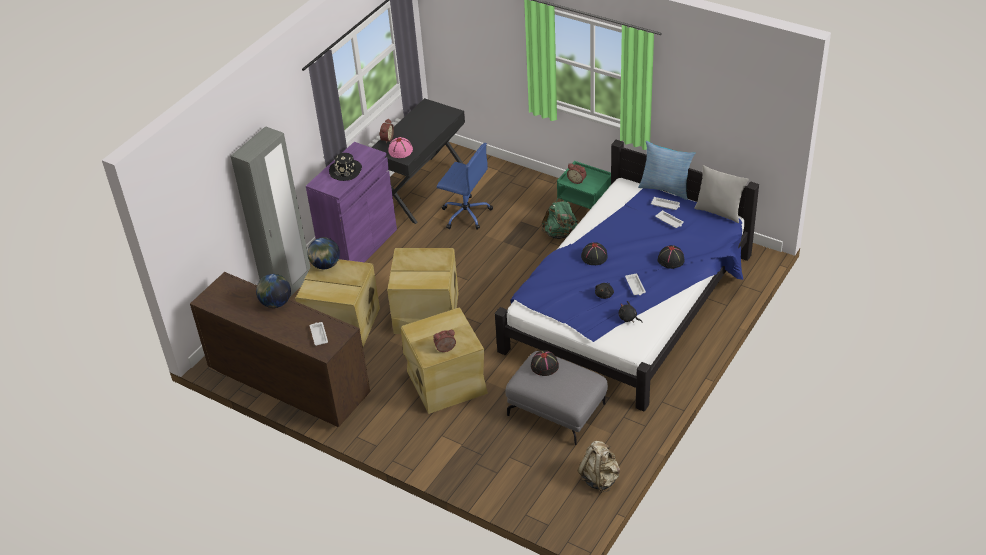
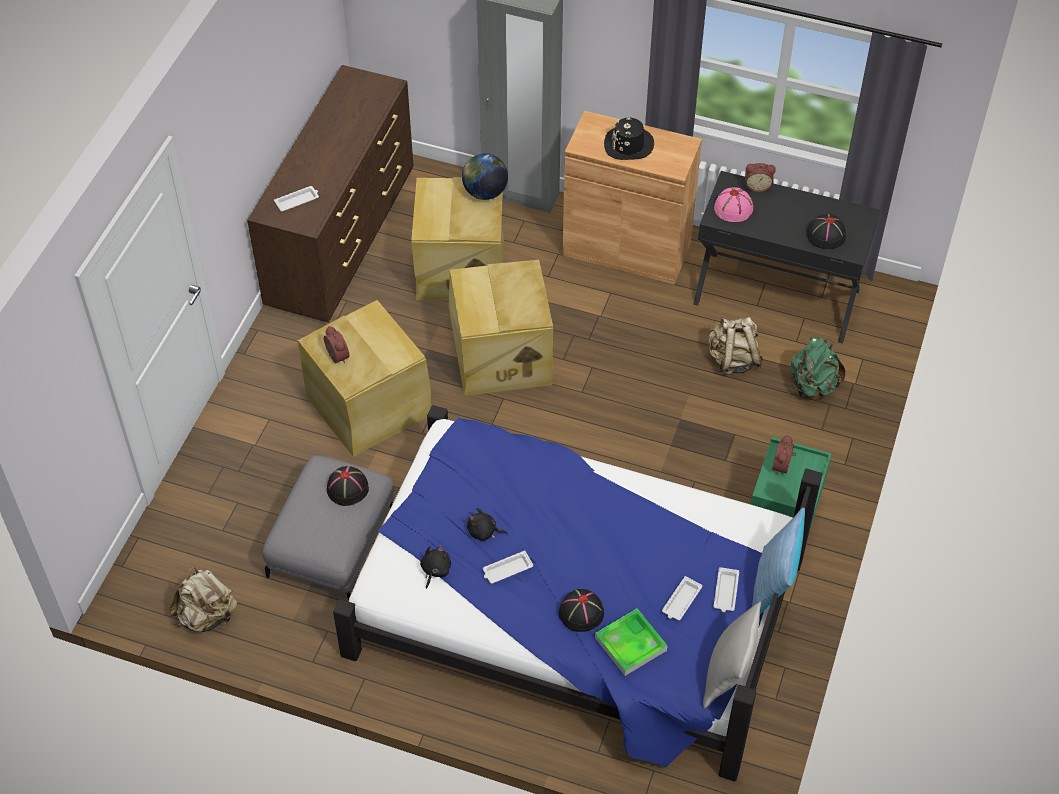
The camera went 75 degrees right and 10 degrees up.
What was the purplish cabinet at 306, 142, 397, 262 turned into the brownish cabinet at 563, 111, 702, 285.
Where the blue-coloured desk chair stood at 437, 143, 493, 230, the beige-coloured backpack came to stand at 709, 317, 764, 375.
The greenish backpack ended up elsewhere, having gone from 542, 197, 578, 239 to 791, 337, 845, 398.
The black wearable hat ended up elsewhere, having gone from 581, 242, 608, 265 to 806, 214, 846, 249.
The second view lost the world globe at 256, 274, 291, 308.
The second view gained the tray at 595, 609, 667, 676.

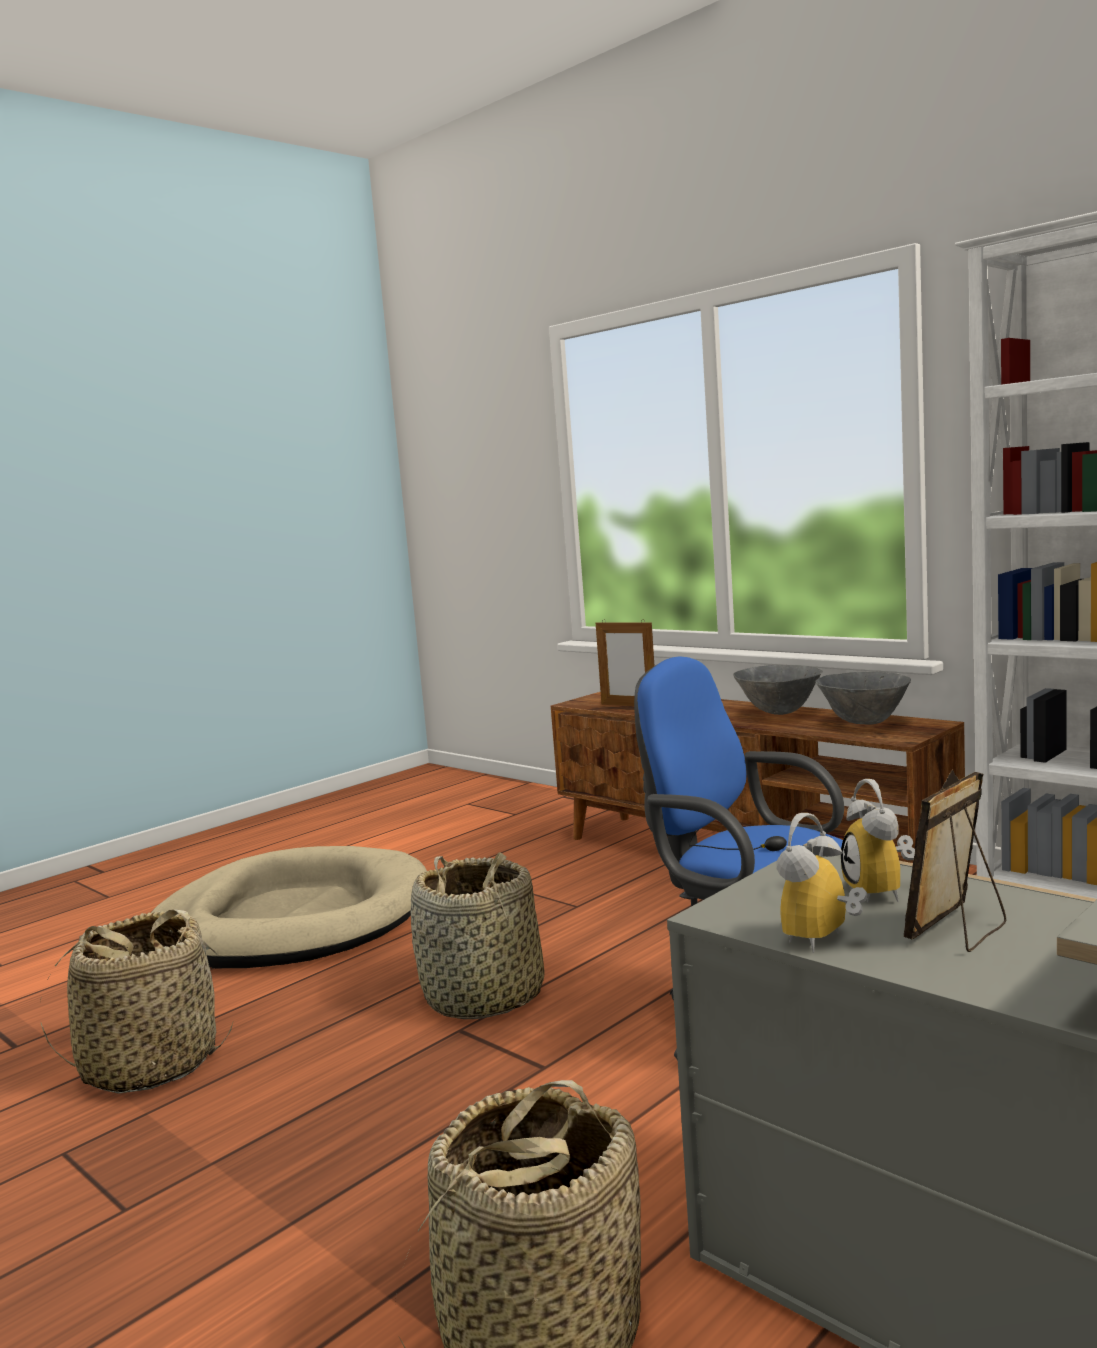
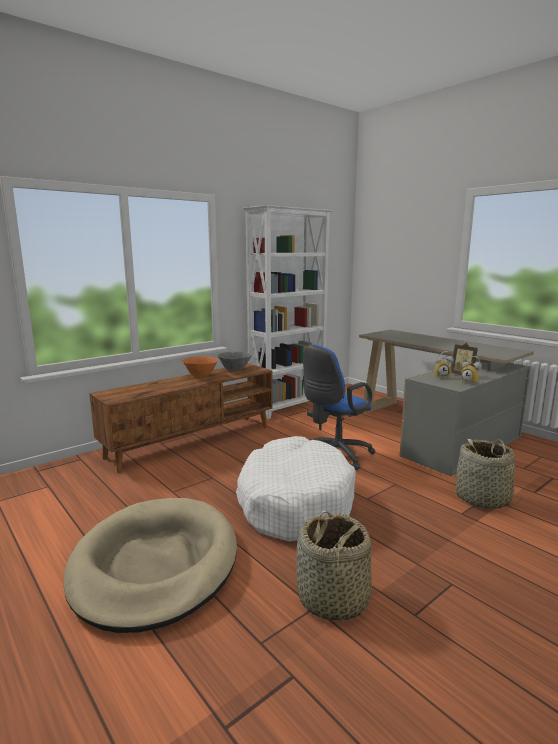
The camera went 85 degrees left and 5 degrees up.
The second view lost the standing frame at 596, 620, 654, 706.
What was the greyish bowl at 733, 665, 823, 715 turned into the orange bowl at 182, 356, 218, 377.
Where the storage basket stood at 410, 852, 545, 1019, the white pet bed came to stand at 236, 436, 356, 542.

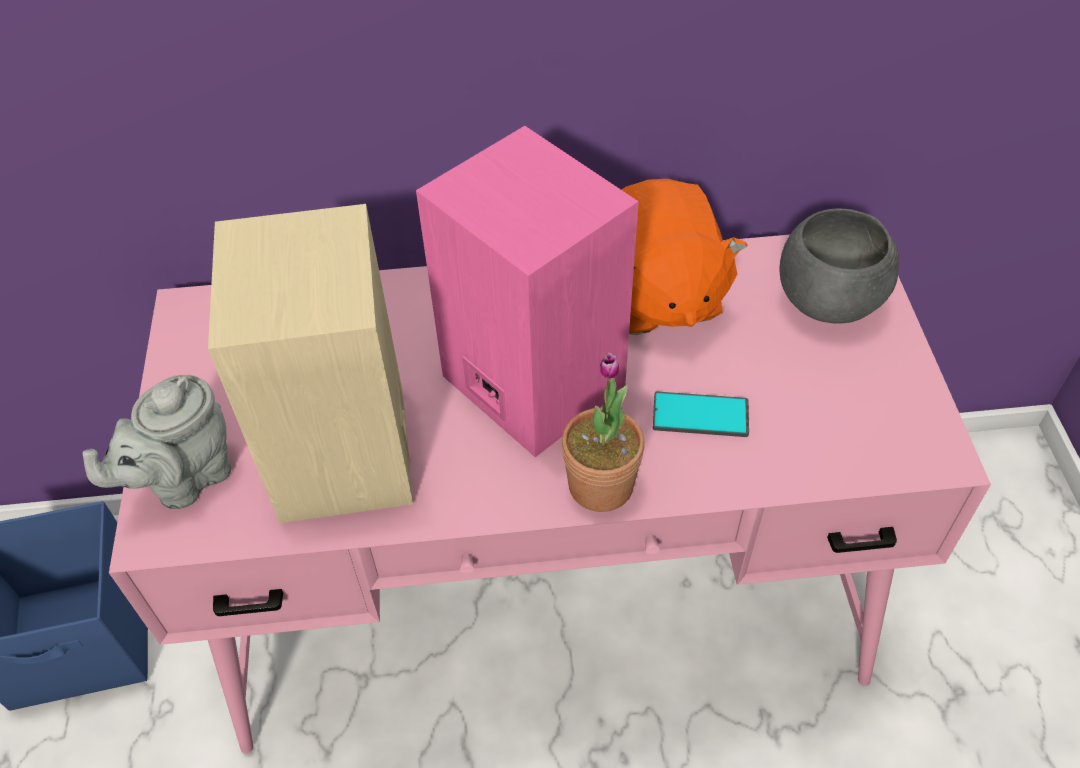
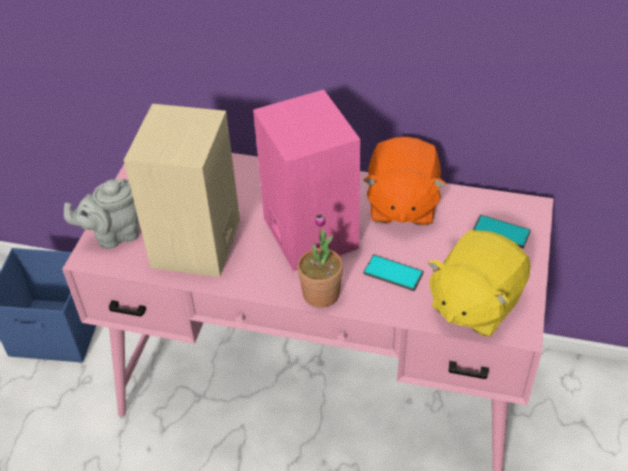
The camera went 20 degrees right and 5 degrees down.
Where the greyish bowl stood at 780, 208, 899, 324, the telephone came to stand at 473, 215, 531, 248.
The second view gained the yellowish cuddly toy at 427, 230, 530, 337.

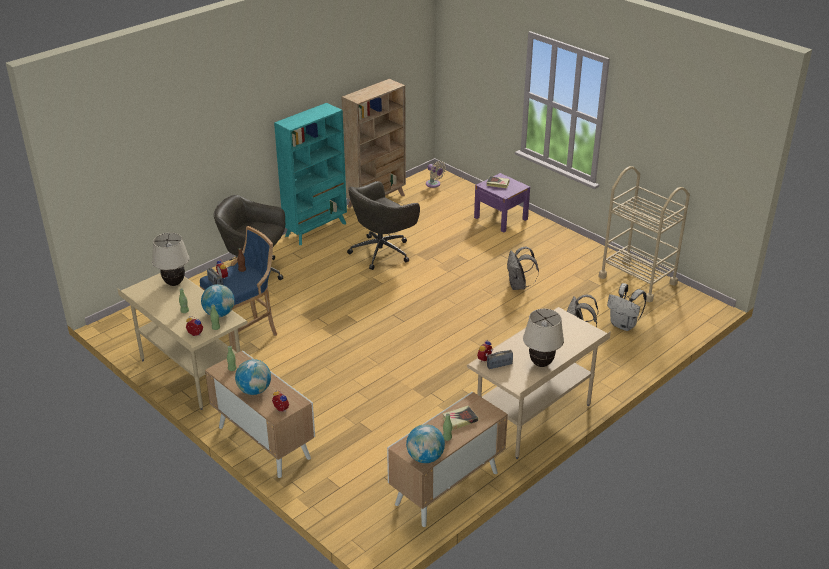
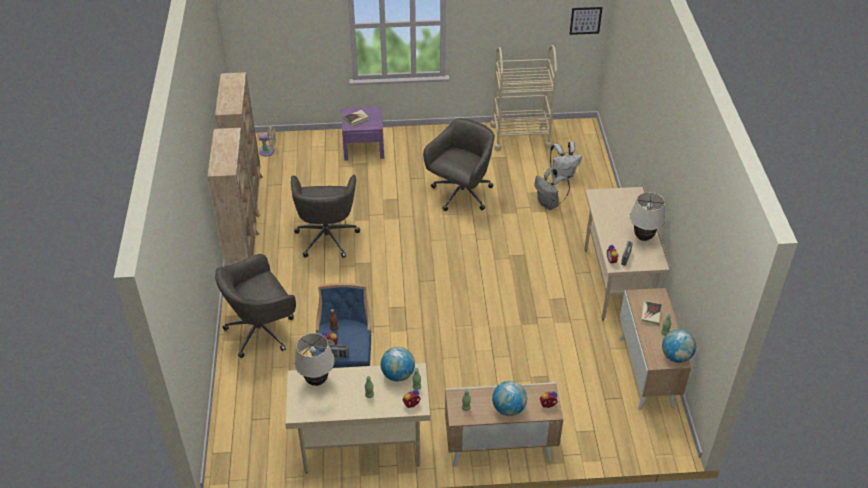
The camera went 50 degrees left and 10 degrees up.
What was the turquoise bookcase at 274, 103, 347, 245 turned into the beige-coloured bookcase at 207, 128, 259, 266.
Where the greyish backpack stood at 507, 247, 539, 290, the greyish desk chair came to stand at 423, 118, 495, 211.
The second view gained the wall art at 570, 7, 603, 35.

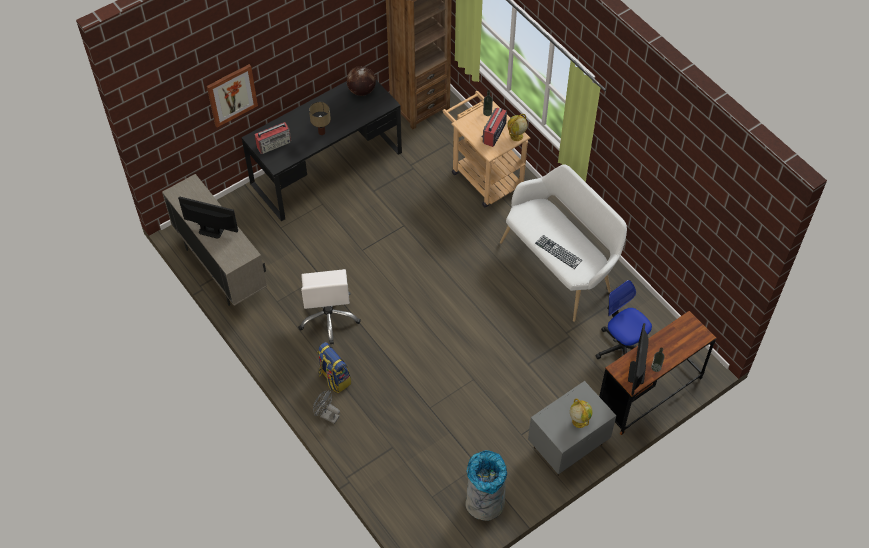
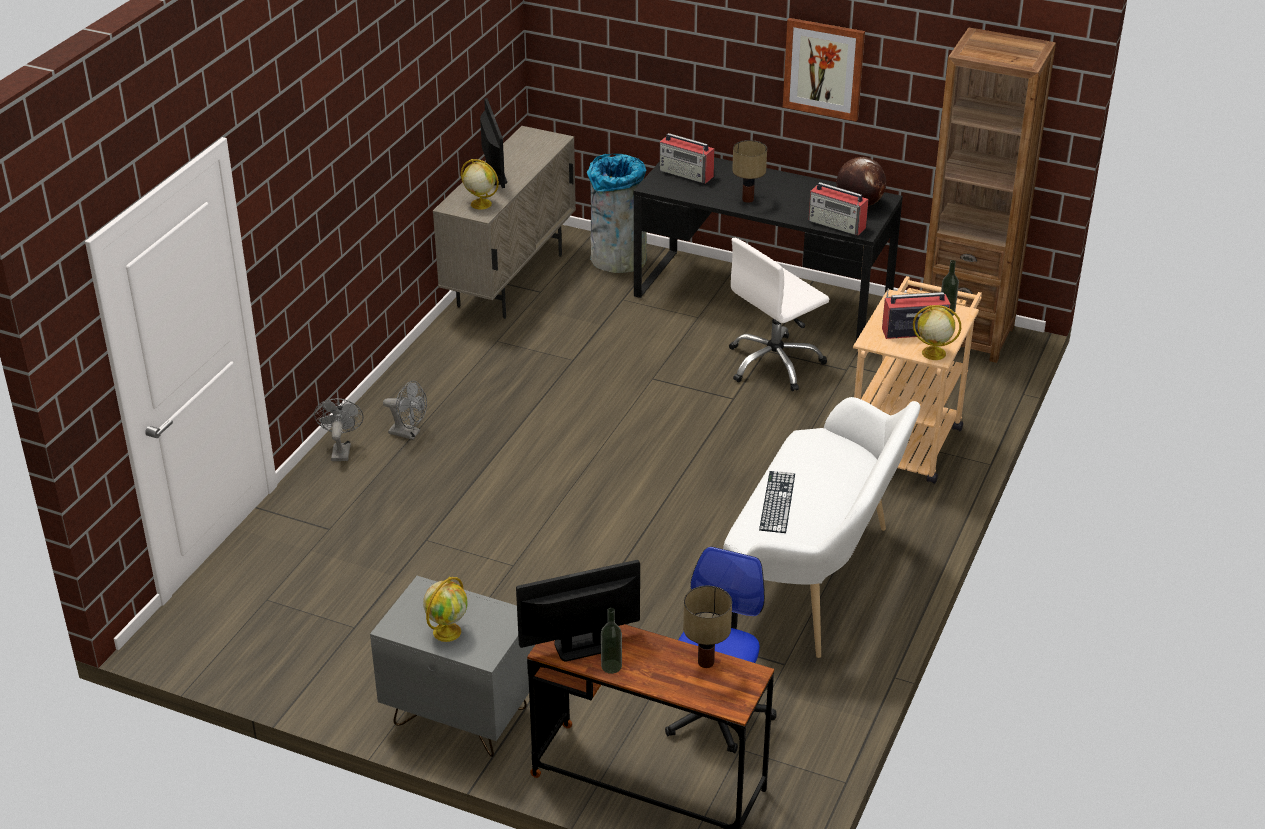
The camera went 60 degrees right and 20 degrees down.
The wall art ended up elsewhere, having gone from 207, 64, 258, 128 to 783, 18, 865, 121.
The white desk chair ended up elsewhere, having gone from 298, 269, 361, 344 to 729, 238, 829, 391.
Where the backpack stood at 317, 342, 351, 393, the greyish cooling fan came to stand at 383, 381, 427, 440.
The greyish rubbish bin ended up elsewhere, having gone from 465, 450, 507, 521 to 587, 154, 647, 273.
The second view gained the world globe at 461, 159, 499, 210.
The second view gained the radio receiver at 808, 182, 869, 235.
The second view gained the table lamp at 683, 586, 732, 668.

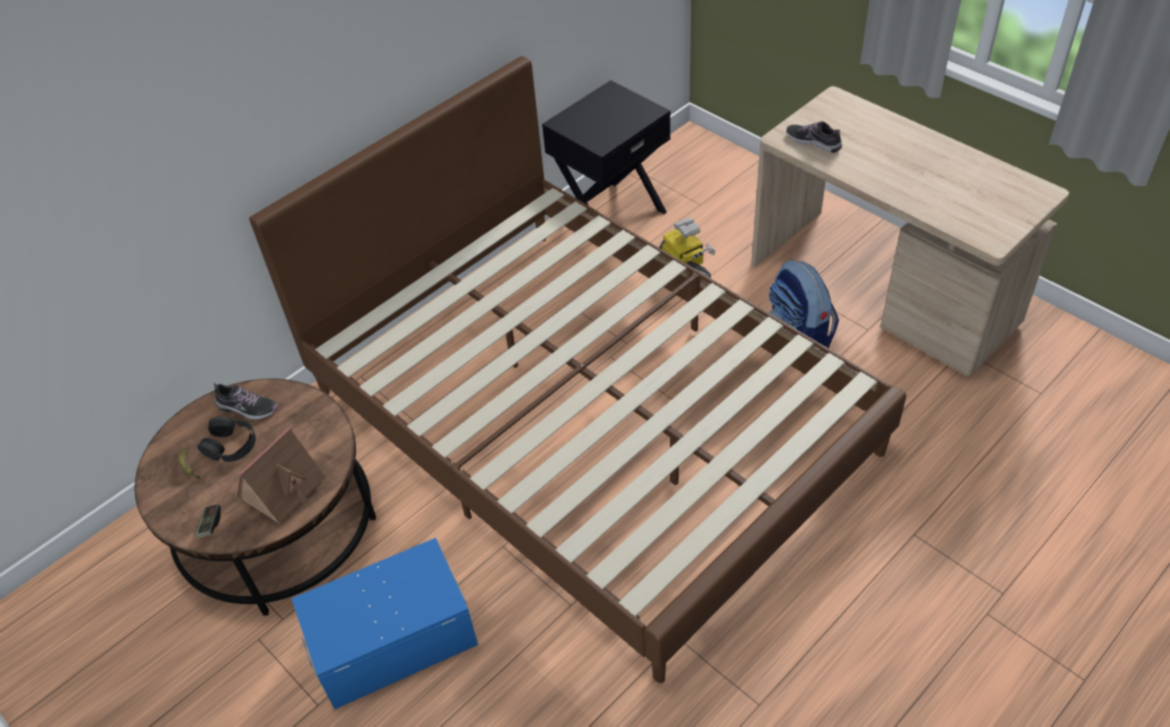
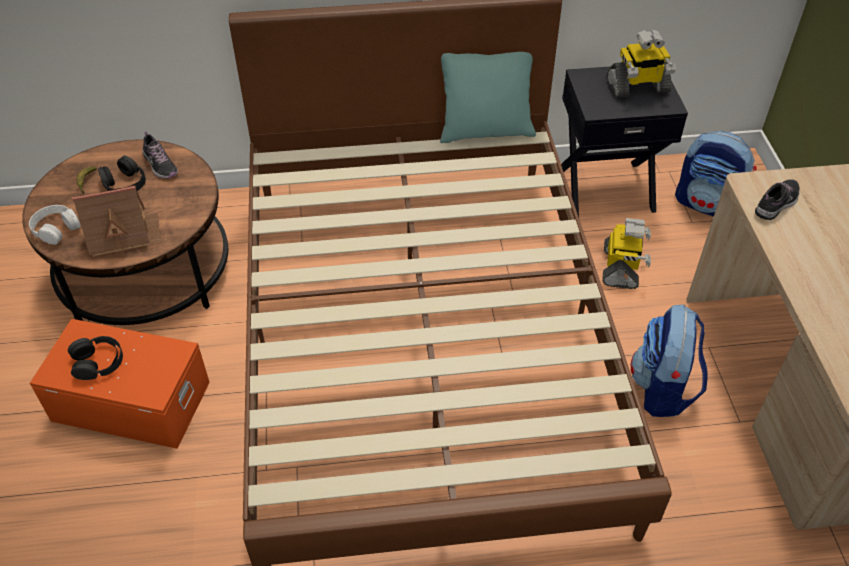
The camera went 35 degrees right and 0 degrees up.
The item of footwear at 786, 121, 842, 153 ended up facing another way, 60 degrees clockwise from before.
Where the gamepad stood at 195, 504, 221, 538, the white headset came to stand at 29, 205, 81, 245.
What was the blue-coloured storage bin at 291, 538, 478, 709 turned into the orange storage bin at 30, 319, 210, 449.
The second view gained the robot figure at 607, 29, 676, 98.
The second view gained the turquoise cushion at 440, 52, 536, 143.
The second view gained the backpack at 675, 131, 757, 217.
The second view gained the black headset at 68, 336, 123, 380.

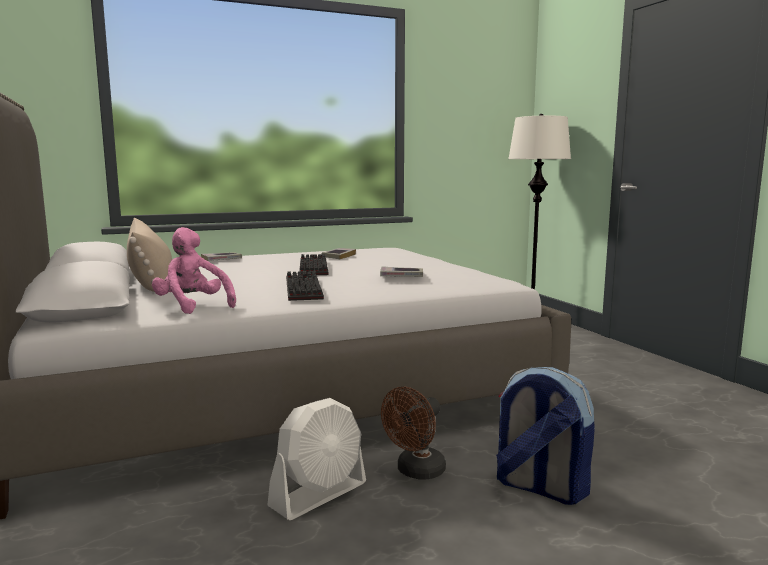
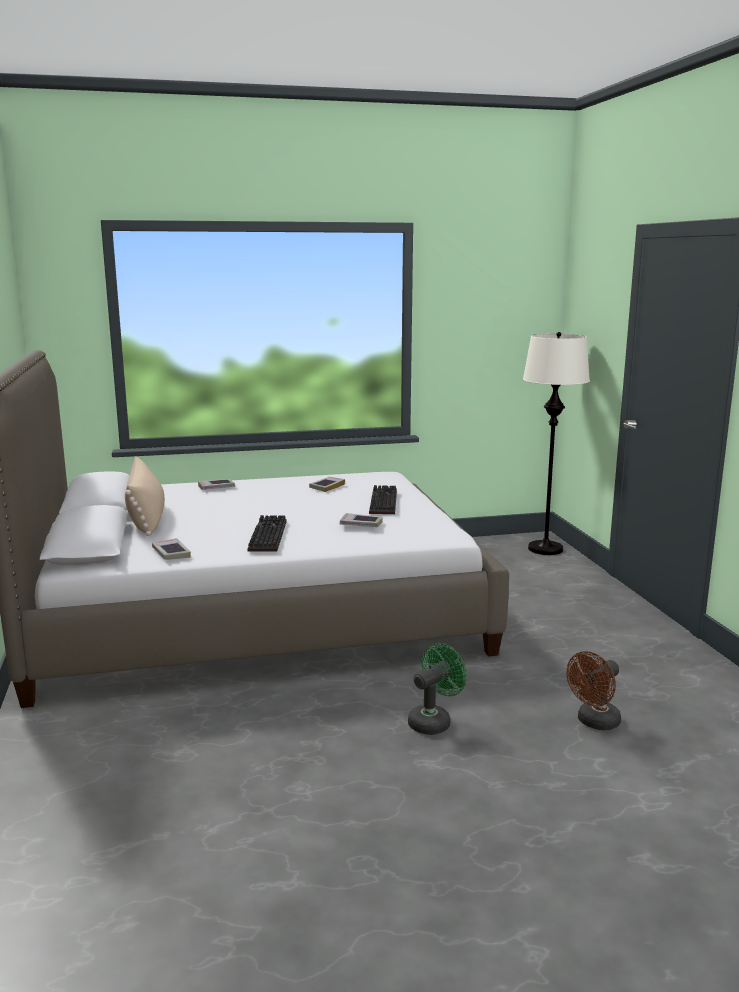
The camera went 10 degrees right and 5 degrees up.
Where the pink cuddly toy stood at 152, 227, 236, 314, the bound book came to stand at 152, 538, 191, 560.
The computer keyboard ended up elsewhere, having gone from 299, 254, 328, 275 to 369, 485, 397, 514.
Where the backpack stood at 496, 367, 595, 505, the greenish cooling fan came to stand at 408, 643, 467, 735.
The brownish cooling fan ended up elsewhere, having gone from 381, 387, 446, 480 to 566, 651, 621, 730.
The second view lost the white cooling fan at 267, 398, 366, 520.

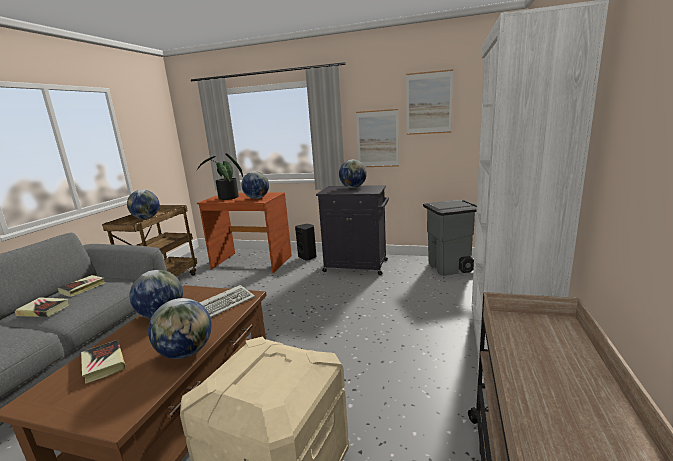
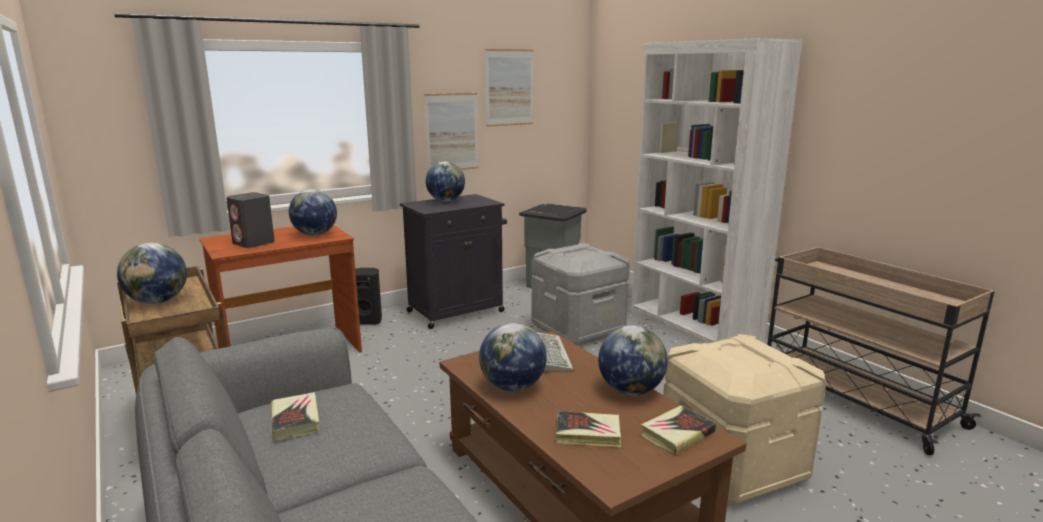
The camera went 50 degrees left and 0 degrees up.
Where the houseplant stood at 197, 154, 243, 200, the greyish loudspeaker came to stand at 226, 192, 275, 248.
The bound book ended up elsewhere, having gone from 15, 297, 69, 317 to 641, 406, 716, 455.
The second view gained the greyish storage bin at 531, 243, 630, 346.

